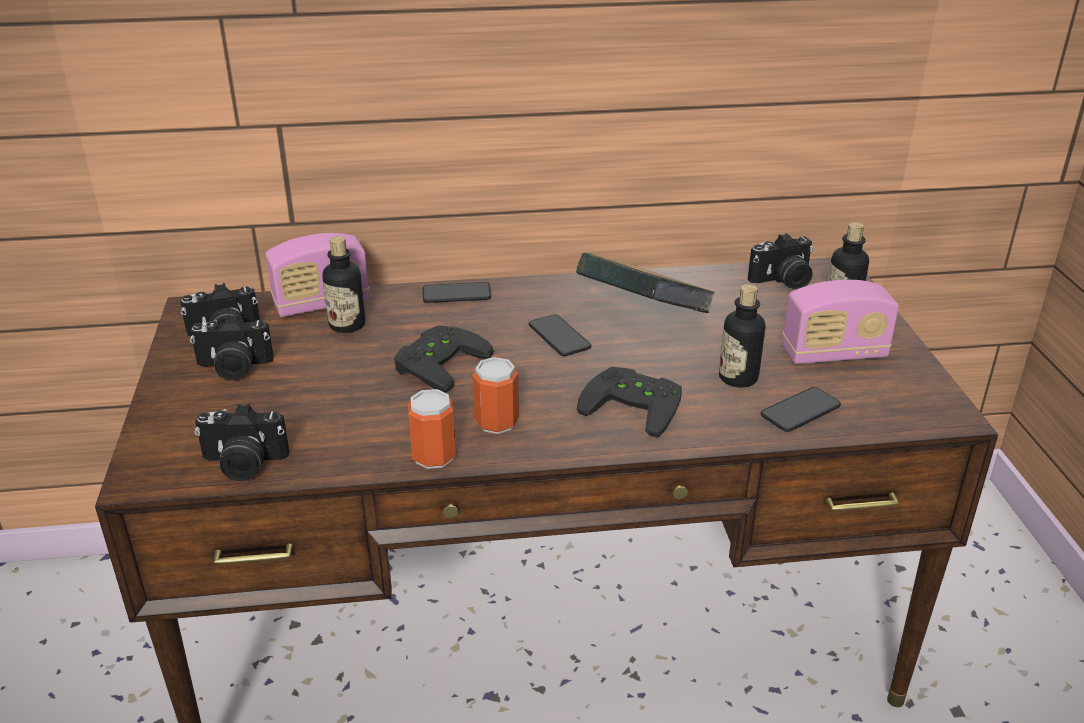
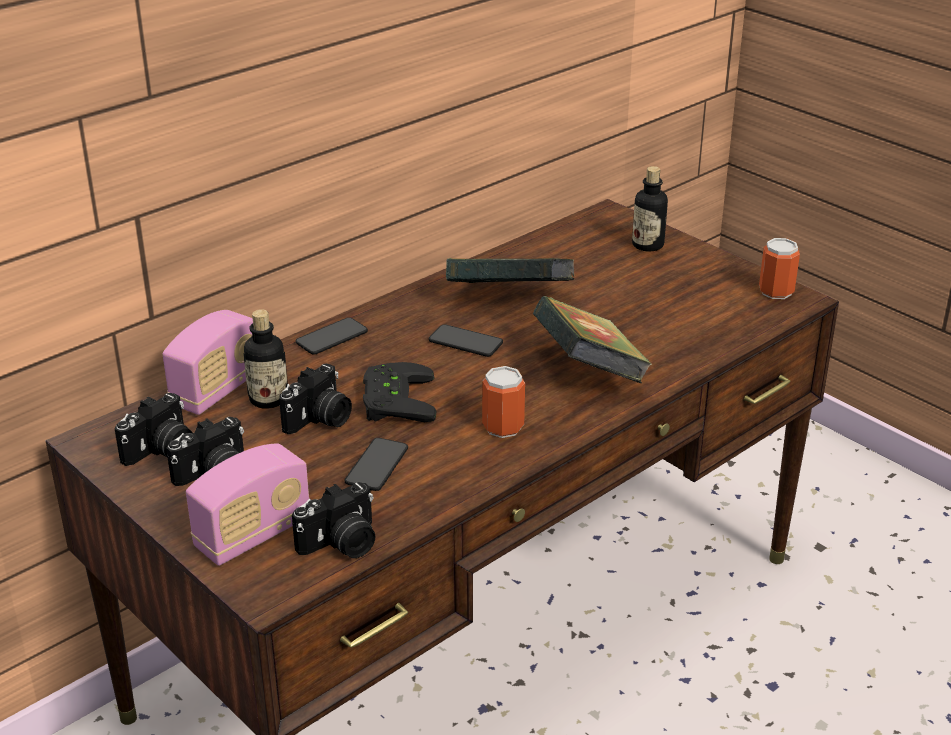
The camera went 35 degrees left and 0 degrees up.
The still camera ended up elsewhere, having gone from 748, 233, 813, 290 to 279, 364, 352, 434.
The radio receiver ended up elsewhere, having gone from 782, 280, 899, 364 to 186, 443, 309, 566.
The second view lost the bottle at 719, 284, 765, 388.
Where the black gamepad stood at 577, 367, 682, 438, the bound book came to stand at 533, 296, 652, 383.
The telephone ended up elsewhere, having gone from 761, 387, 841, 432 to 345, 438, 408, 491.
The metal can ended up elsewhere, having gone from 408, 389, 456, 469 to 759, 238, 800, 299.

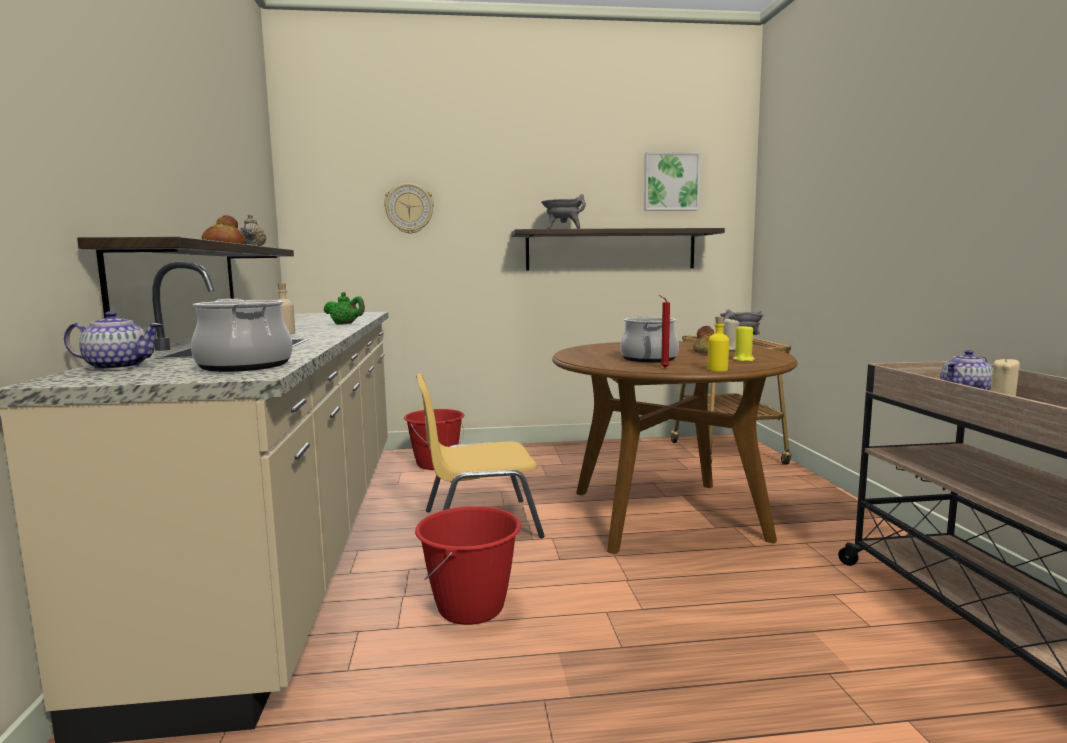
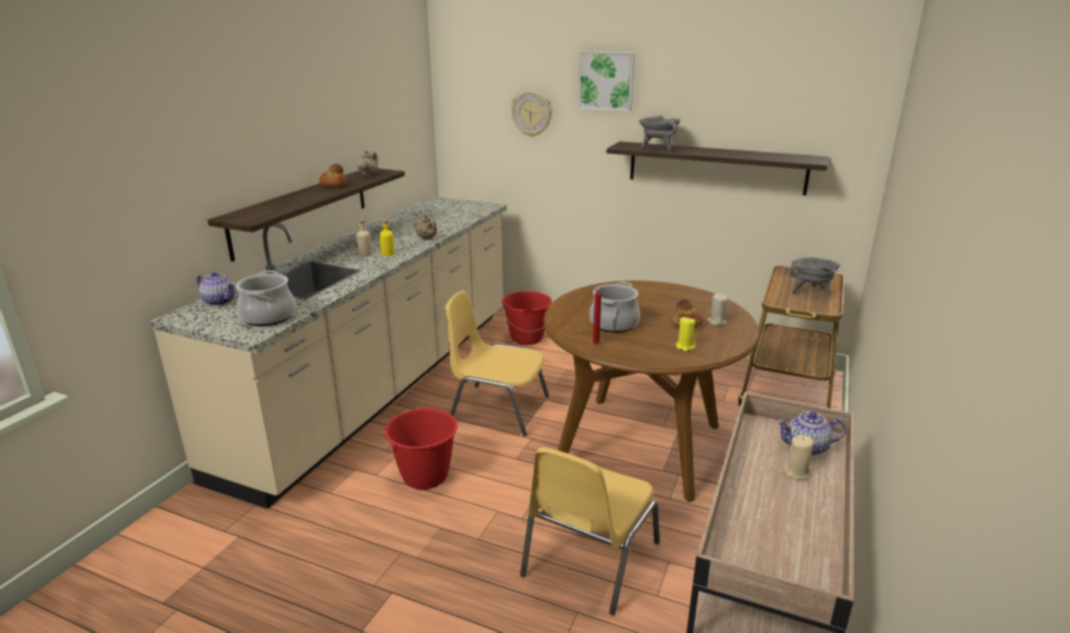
The camera went 30 degrees right and 15 degrees up.
The wall art ended up elsewhere, having gone from 644, 152, 701, 211 to 578, 51, 635, 112.
What was the greenish pot for tea at 324, 292, 365, 325 turned into the beige-coloured pot for tea at 414, 214, 437, 239.
The yellowish bottle ended up elsewhere, having gone from 707, 316, 729, 371 to 380, 219, 395, 256.
The second view gained the yellowish upright chair at 520, 447, 660, 615.

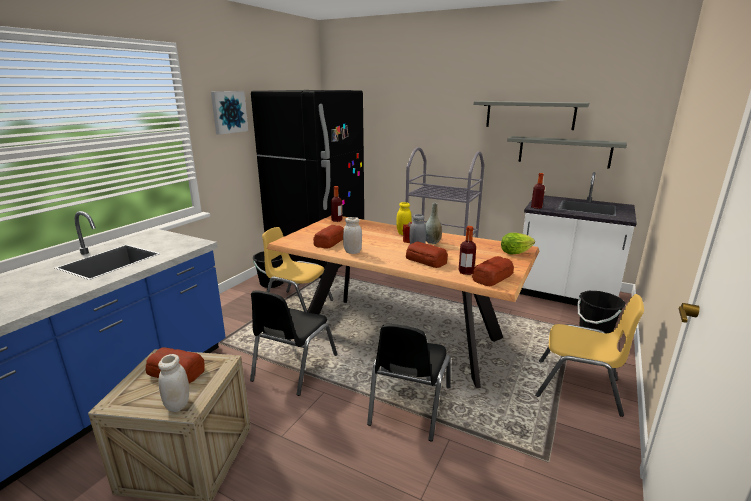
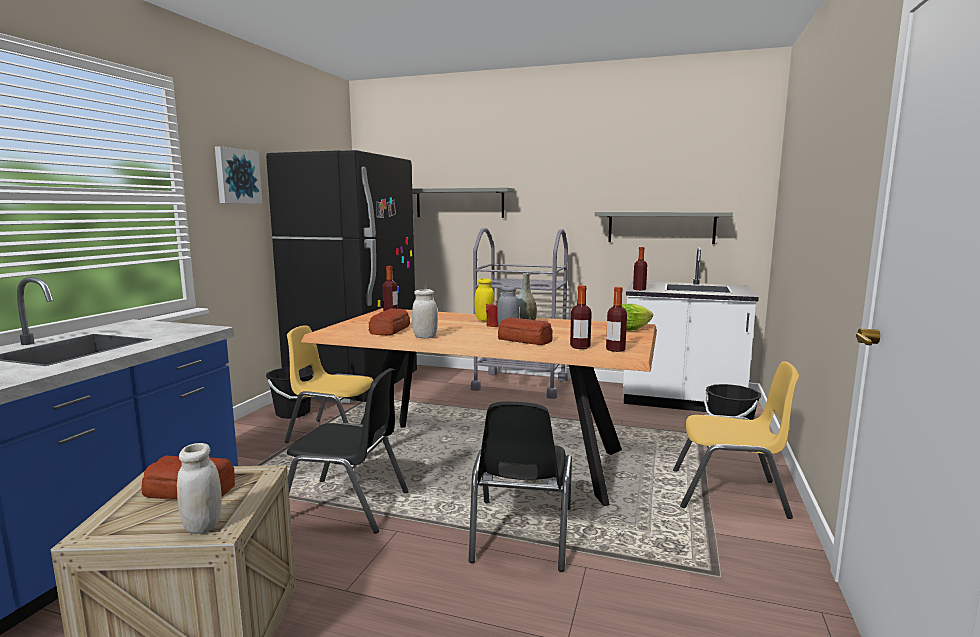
The camera went 10 degrees left and 10 degrees down.
The greyish bracket shelf ended up elsewhere, having gone from 474, 101, 589, 130 to 412, 188, 515, 218.
Where the bakery bread stood at 472, 256, 514, 286, the bottle came to stand at 606, 287, 627, 352.
The black upright chair at 250, 290, 337, 396 ended up facing another way, 90 degrees counterclockwise from before.

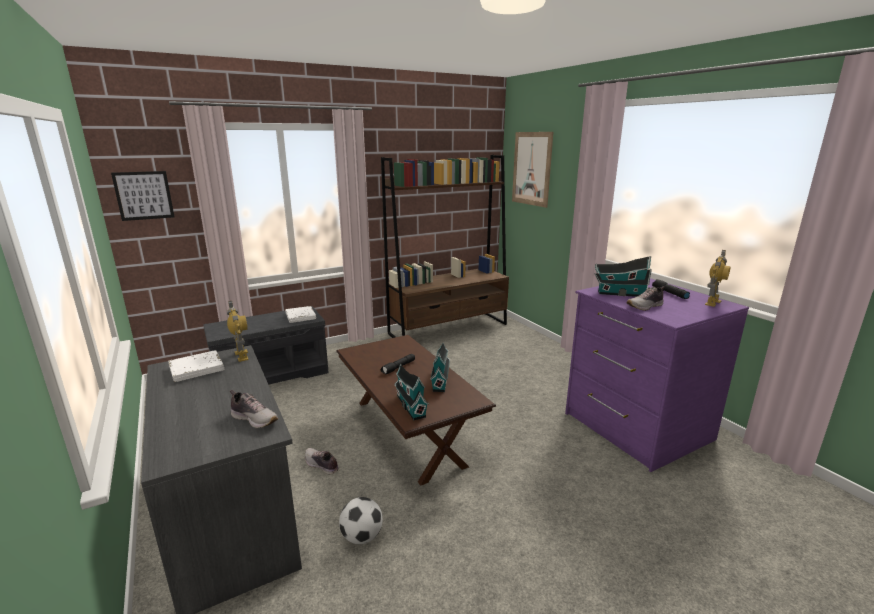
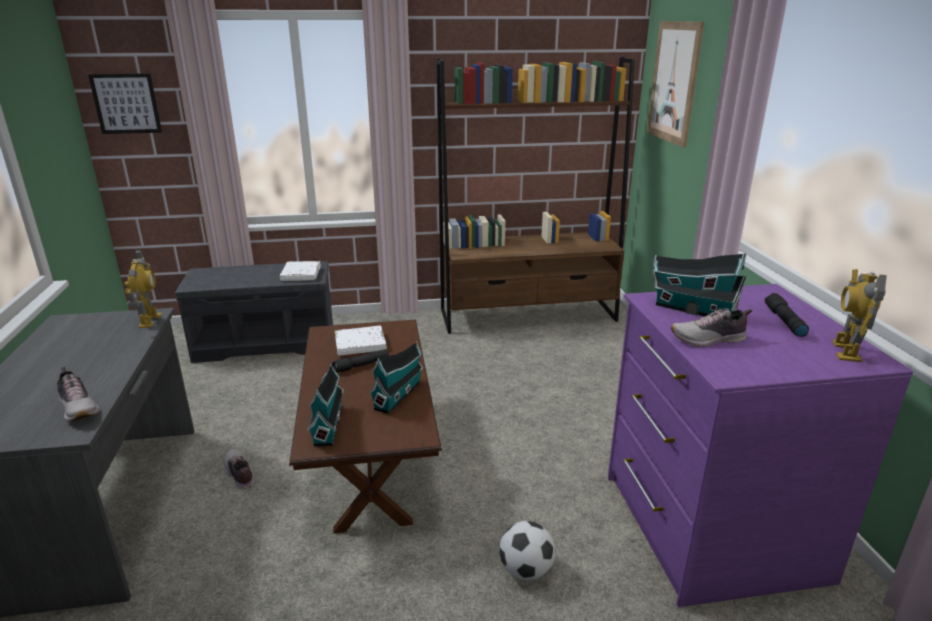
The camera went 20 degrees right and 5 degrees up.
The robot figure at 705, 250, 731, 307 ended up facing another way, 135 degrees clockwise from before.
The white bound book ended up elsewhere, having gone from 168, 350, 224, 382 to 335, 326, 387, 356.
The ball for football ended up elsewhere, having gone from 339, 497, 383, 544 to 499, 521, 555, 581.

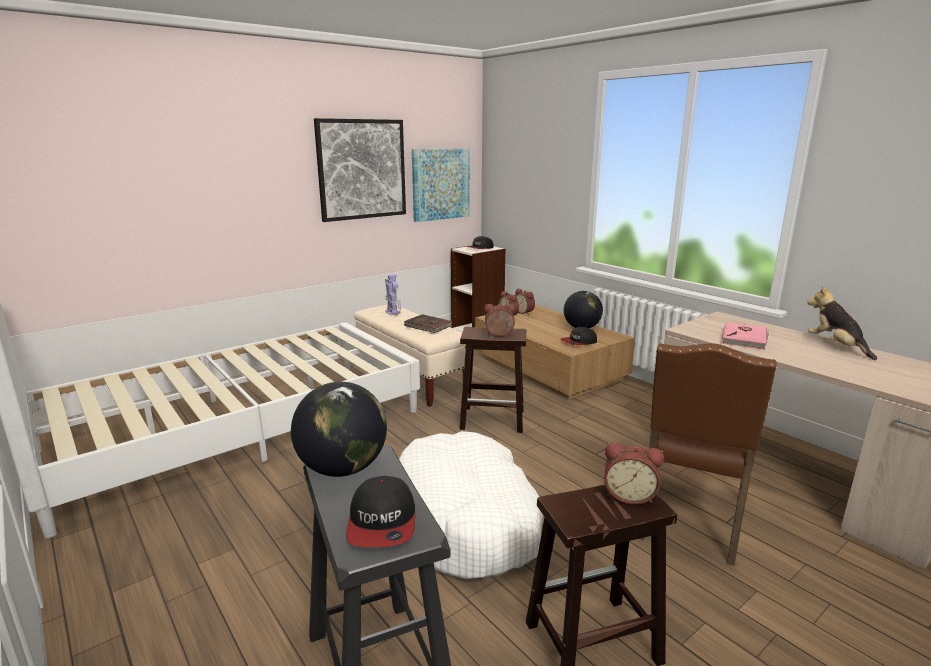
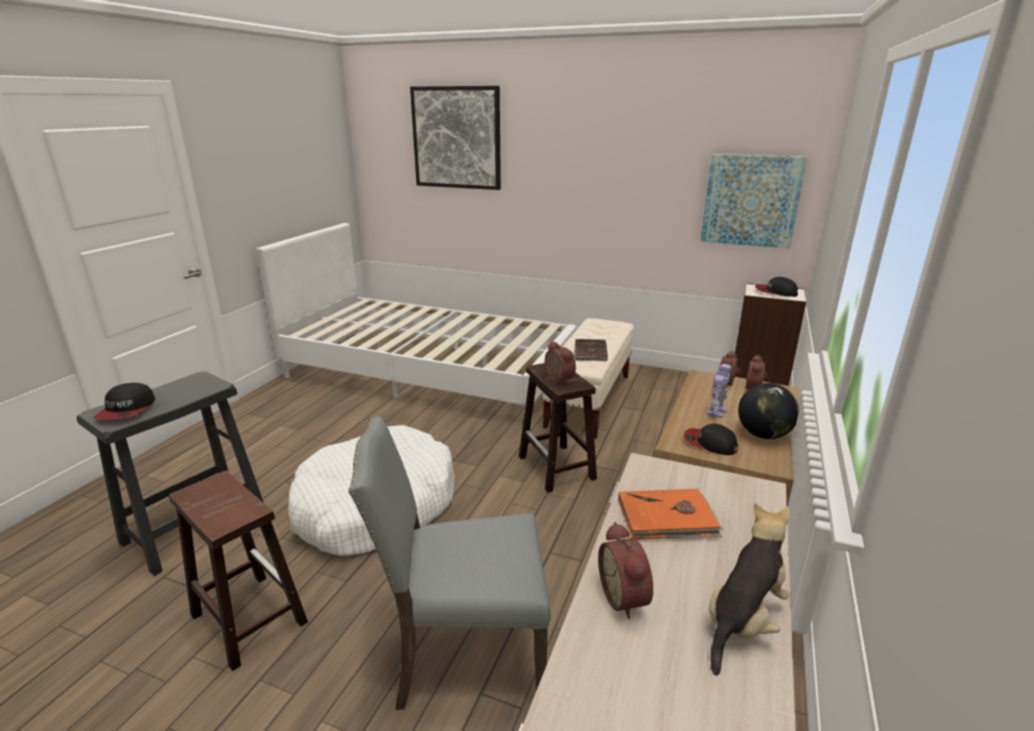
The camera went 60 degrees right and 5 degrees up.
The wall art ended up elsewhere, having gone from 314, 118, 406, 222 to 410, 86, 501, 190.
The robot figure ended up elsewhere, having gone from 385, 274, 401, 315 to 706, 364, 731, 418.
What was the pink bound book at 722, 322, 769, 350 turned into the orange bound book at 618, 489, 724, 540.
What was the brownish upright chair at 640, 343, 777, 566 turned into the greyish upright chair at 348, 417, 551, 710.
The second view lost the world globe at 291, 382, 387, 477.
The table clock ended up elsewhere, having gone from 604, 442, 664, 505 to 598, 522, 653, 619.
The cap at 346, 476, 415, 547 ended up facing another way, 60 degrees counterclockwise from before.

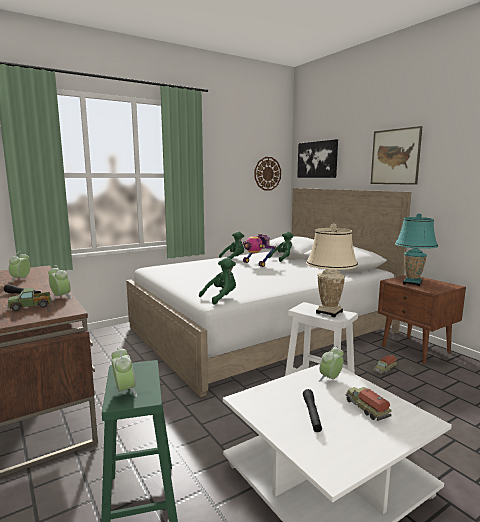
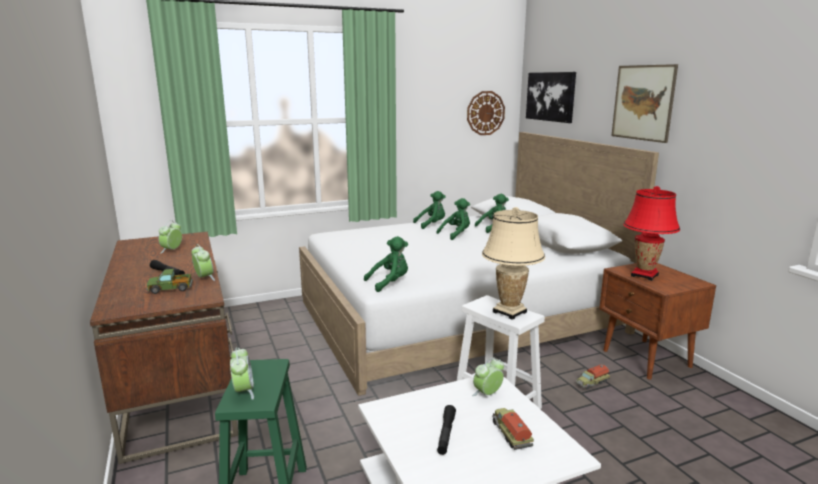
The camera went 10 degrees right and 5 degrees up.
What was the turquoise table lamp at 395, 213, 438, 286 turned into the reddish table lamp at 623, 186, 680, 281.
Where the robot figure stood at 243, 234, 276, 267, the greenish cuddly toy came to stand at 436, 198, 470, 240.

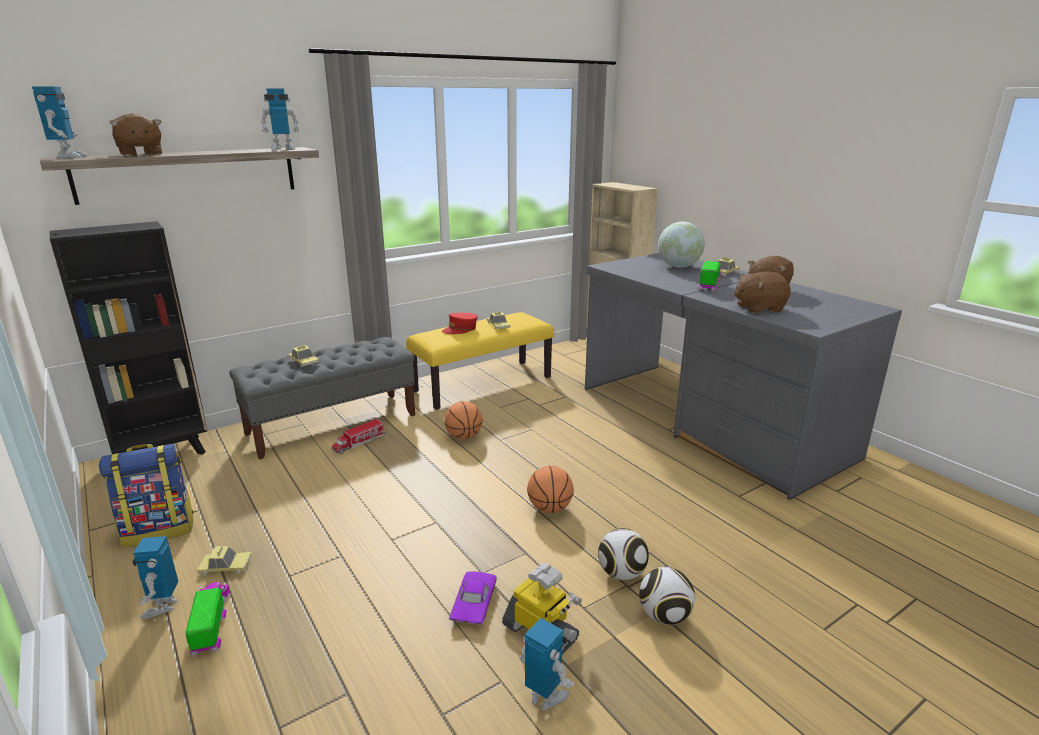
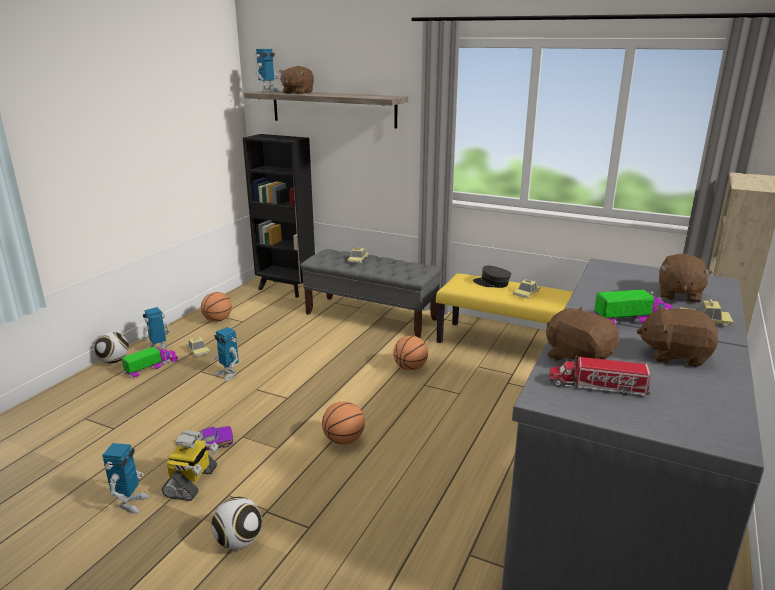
The camera went 60 degrees right and 0 degrees up.
The robot figure ended up elsewhere, having gone from 261, 88, 299, 150 to 214, 327, 239, 381.
Where the world globe stood at 658, 222, 705, 268, the brownish cuddly toy came to stand at 659, 254, 713, 303.
What was the reddish cap at 442, 313, 478, 334 turned into the greyish cap at 473, 266, 511, 288.
The toy truck ended up elsewhere, having gone from 332, 419, 385, 454 to 549, 356, 651, 395.
Where the backpack stood at 99, 444, 194, 548, the basketball ball came to stand at 201, 292, 232, 322.
The ball for football ended up elsewhere, having gone from 598, 528, 649, 580 to 94, 332, 129, 363.

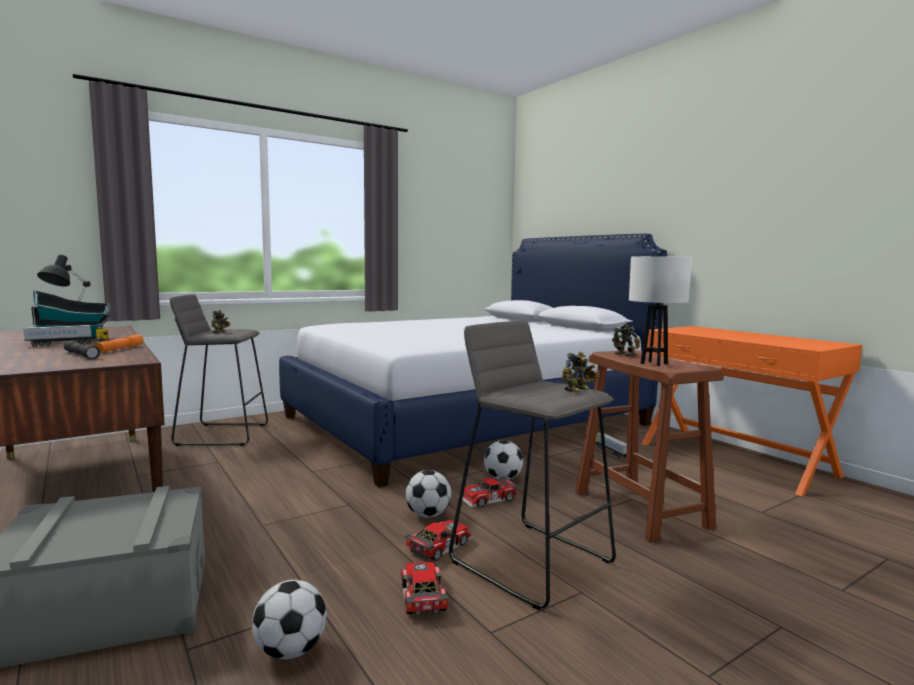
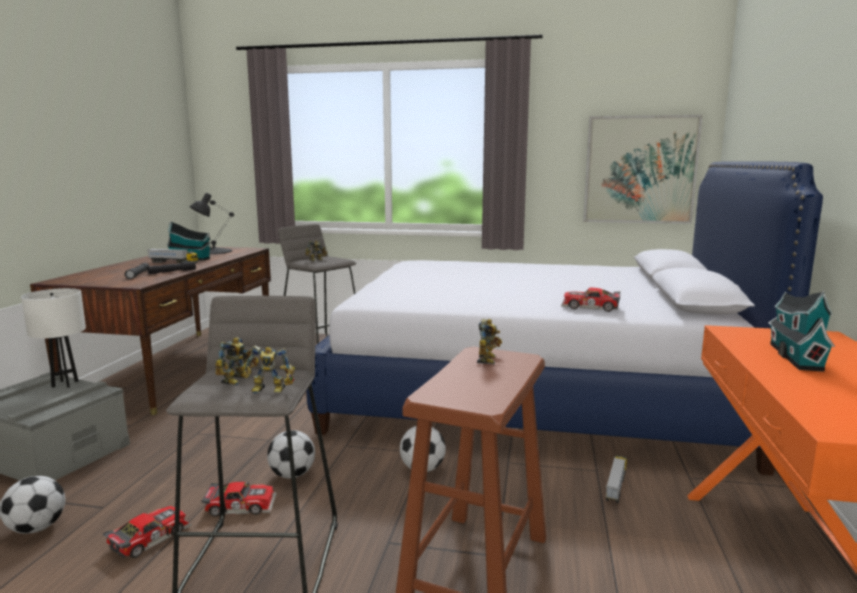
The camera went 45 degrees right and 5 degrees up.
The white table lamp ended up elsewhere, having gone from 629, 256, 692, 366 to 21, 288, 86, 388.
What was the orange flashlight at 94, 334, 144, 353 turned into the black flashlight at 147, 261, 196, 274.
The miniature car ended up elsewhere, having gone from 458, 476, 519, 508 to 561, 287, 620, 312.
The second view gained the wall art at 583, 115, 703, 224.
The second view gained the toy house at 768, 291, 835, 372.
The second view gained the robot figure at 215, 337, 259, 386.

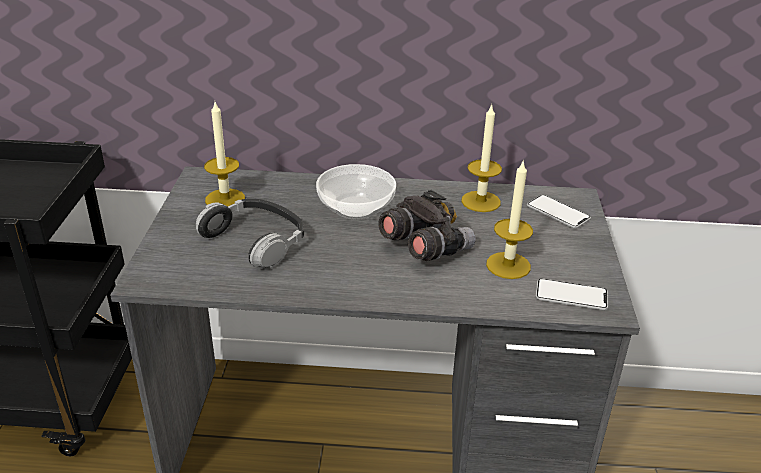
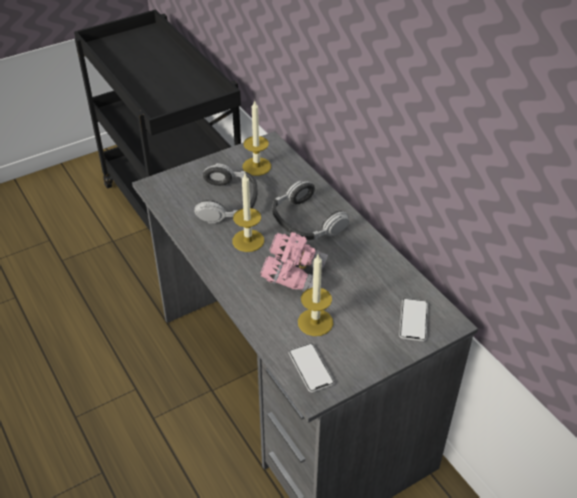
The camera went 55 degrees right and 10 degrees up.
The wax light ended up elsewhere, having gone from 461, 103, 502, 212 to 232, 174, 264, 252.
Where the bowl stood at 316, 164, 396, 220, the headset came to stand at 272, 181, 349, 240.
What was the greyish pair of binoculars at 378, 190, 476, 261 turned into the pink pair of binoculars at 260, 232, 328, 292.

